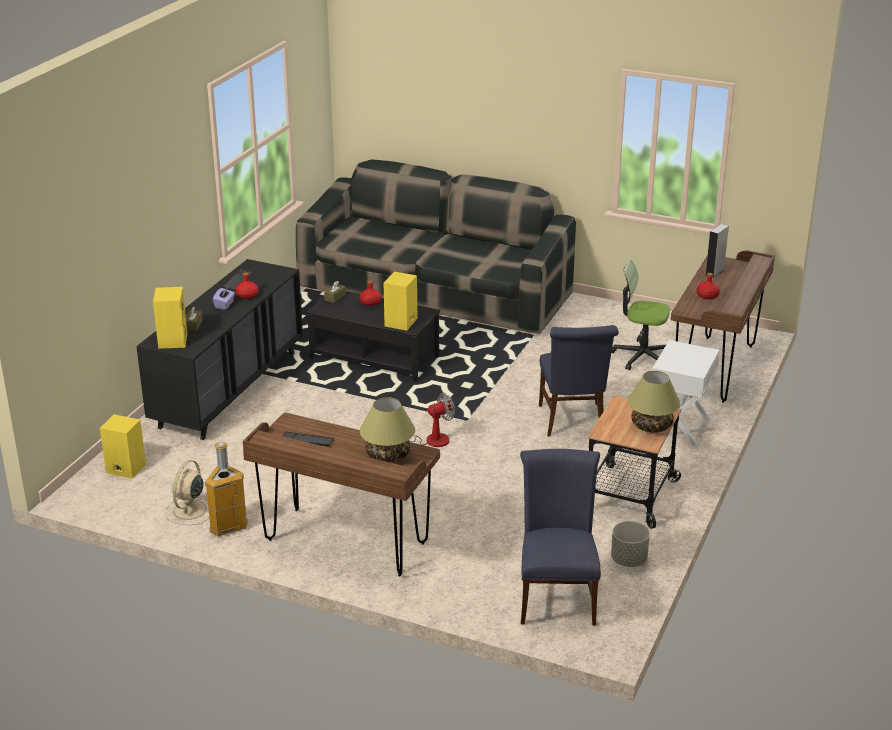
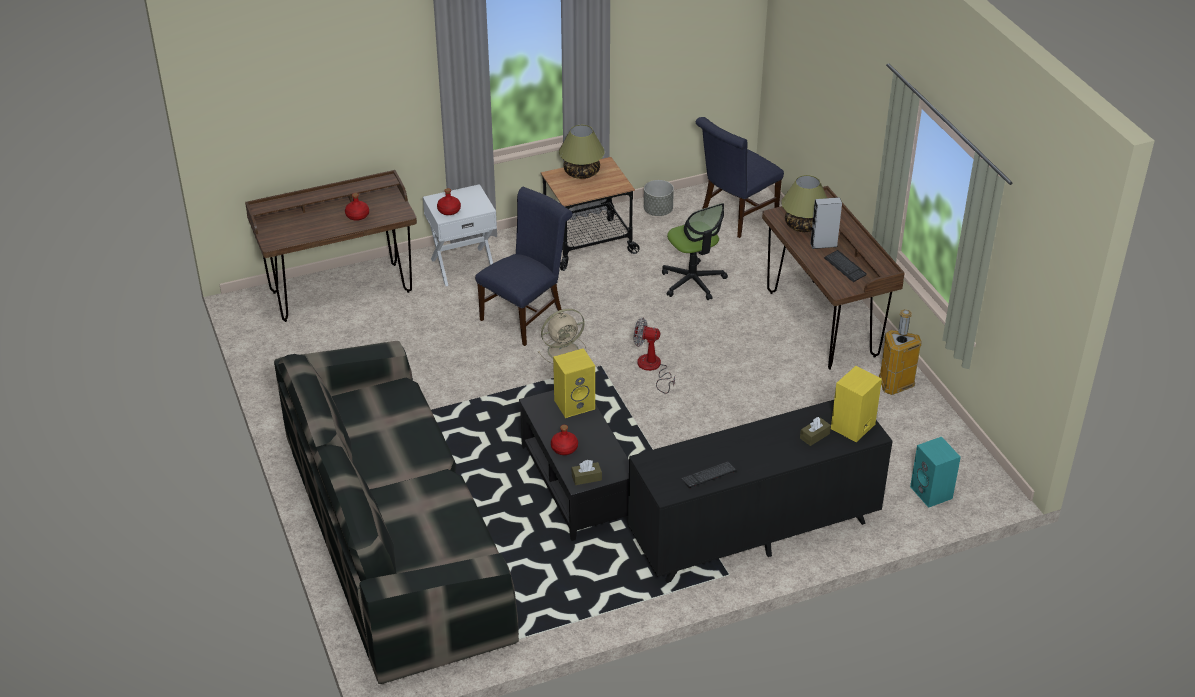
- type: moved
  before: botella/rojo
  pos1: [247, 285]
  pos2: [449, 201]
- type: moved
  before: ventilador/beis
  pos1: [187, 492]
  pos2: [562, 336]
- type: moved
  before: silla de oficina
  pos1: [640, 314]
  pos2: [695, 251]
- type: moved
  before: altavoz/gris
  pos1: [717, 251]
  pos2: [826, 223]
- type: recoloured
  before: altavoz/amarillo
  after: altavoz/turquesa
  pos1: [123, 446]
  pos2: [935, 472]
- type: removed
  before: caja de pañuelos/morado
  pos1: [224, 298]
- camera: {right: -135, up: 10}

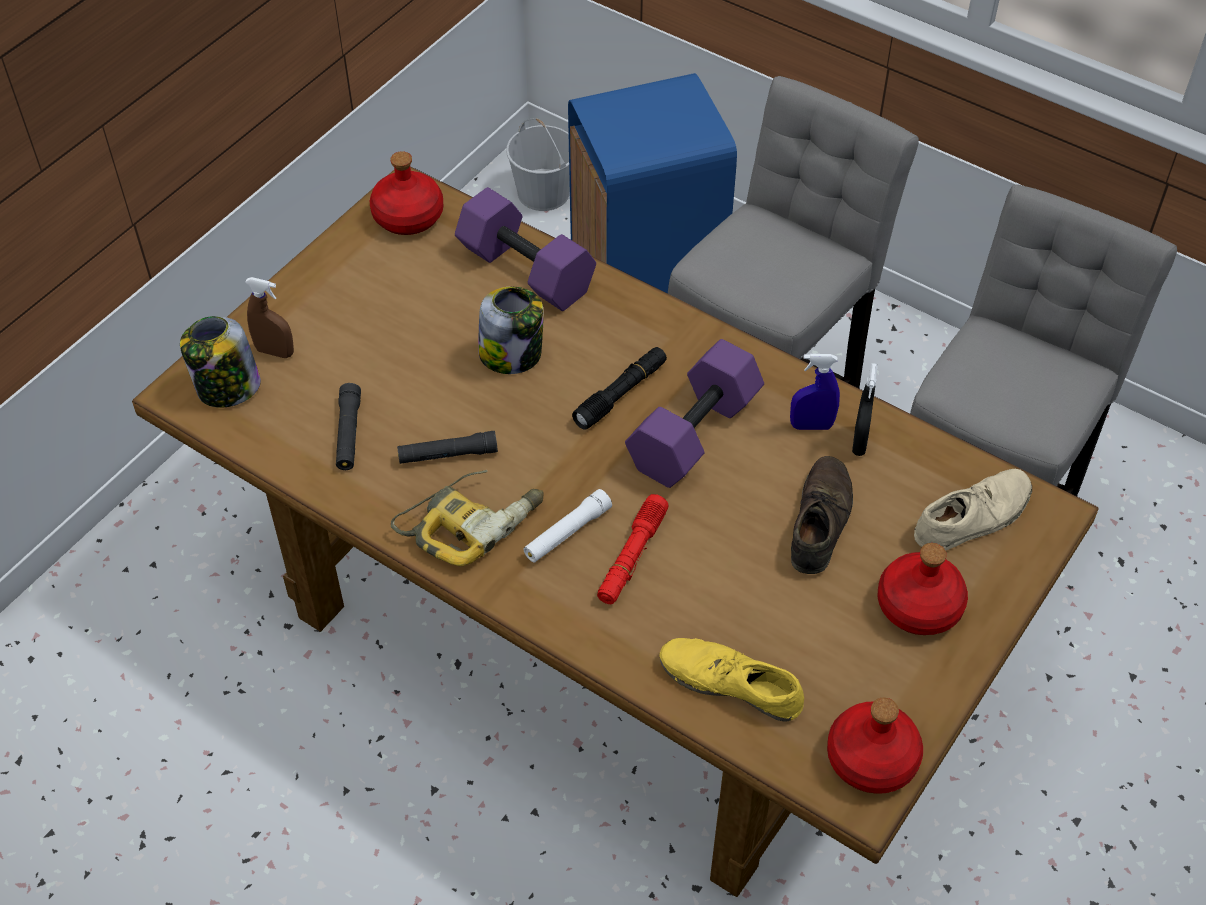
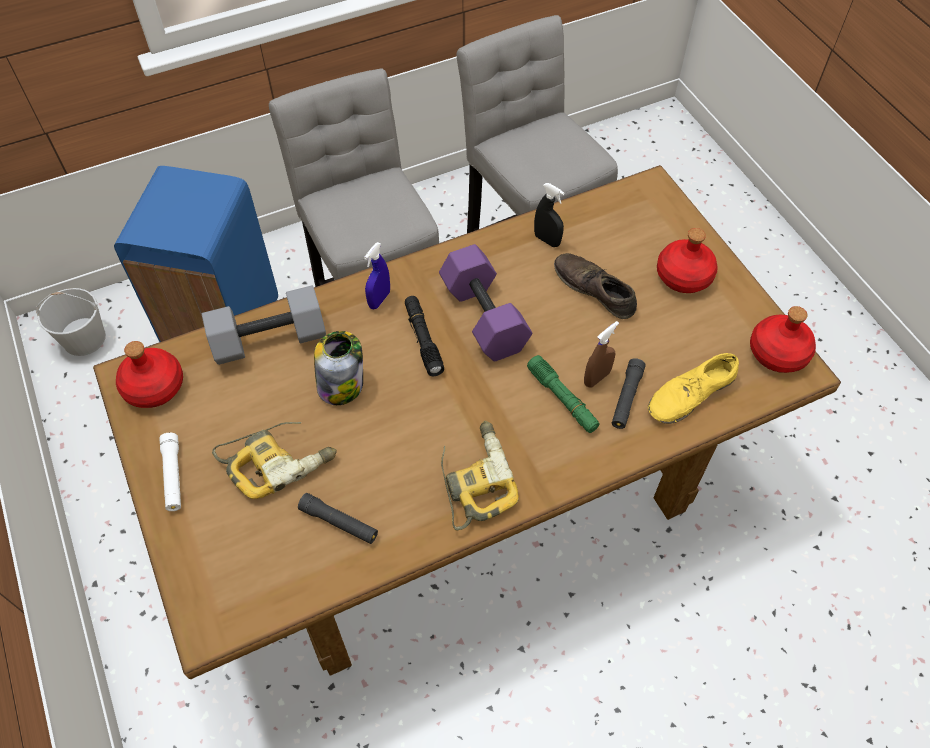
- type: moved
  before: linterna/blanco
  pos1: [567, 526]
  pos2: [170, 472]
- type: recoloured
  before: mancuerna/morado
  after: mancuerna/gris
  pos1: [525, 249]
  pos2: [264, 325]
- type: added
  after: taladro
  pos2: [274, 460]
- type: moved
  before: pulverizador/azul
  pos1: [815, 392]
  pos2: [377, 275]
- type: recoloured
  before: linterna/rojo
  after: linterna/verde
  pos1: [633, 549]
  pos2: [563, 394]
- type: moved
  before: pulverizador/marrón
  pos1: [269, 317]
  pos2: [601, 354]
- type: moved
  before: linterna/negro
  pos1: [447, 447]
  pos2: [629, 393]
- type: removed
  before: tarro
  pos1: [220, 362]
- type: removed
  before: zapato/beis
  pos1: [973, 510]
- camera: {right: -60, up: 5}

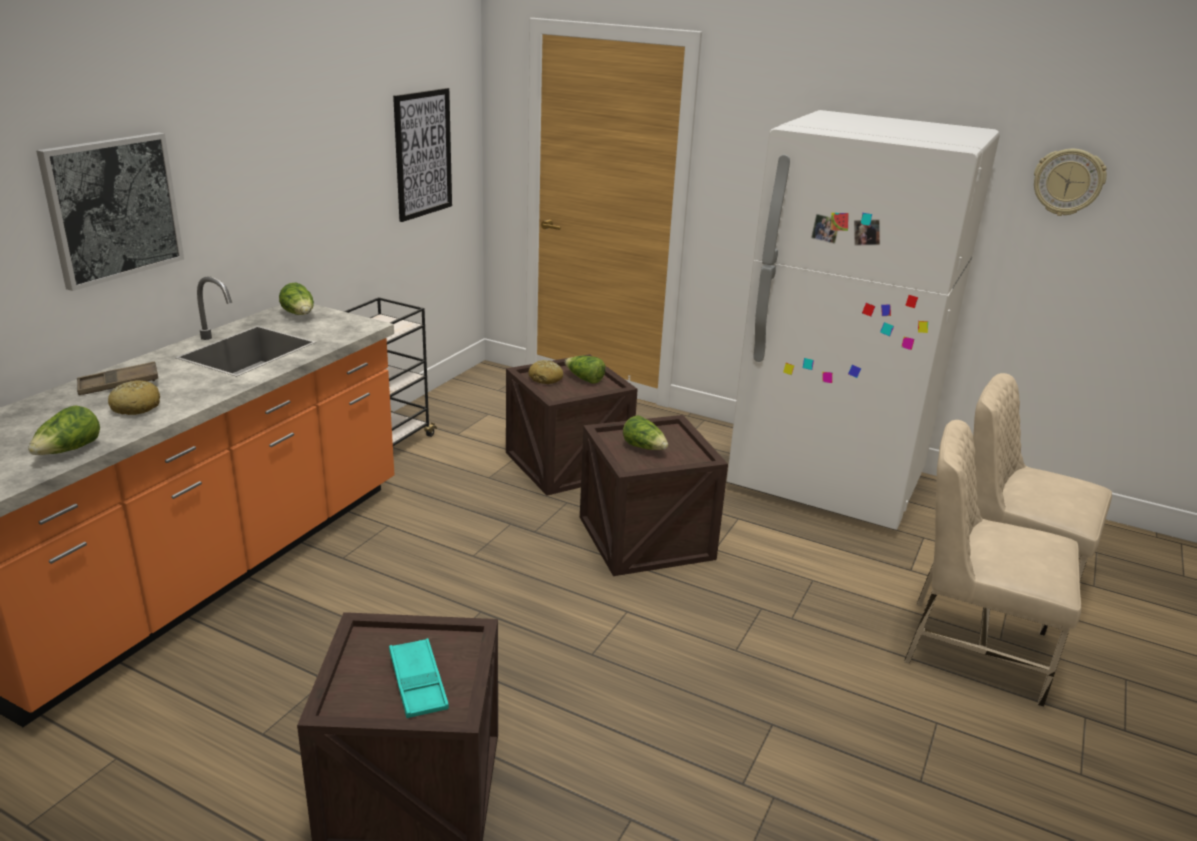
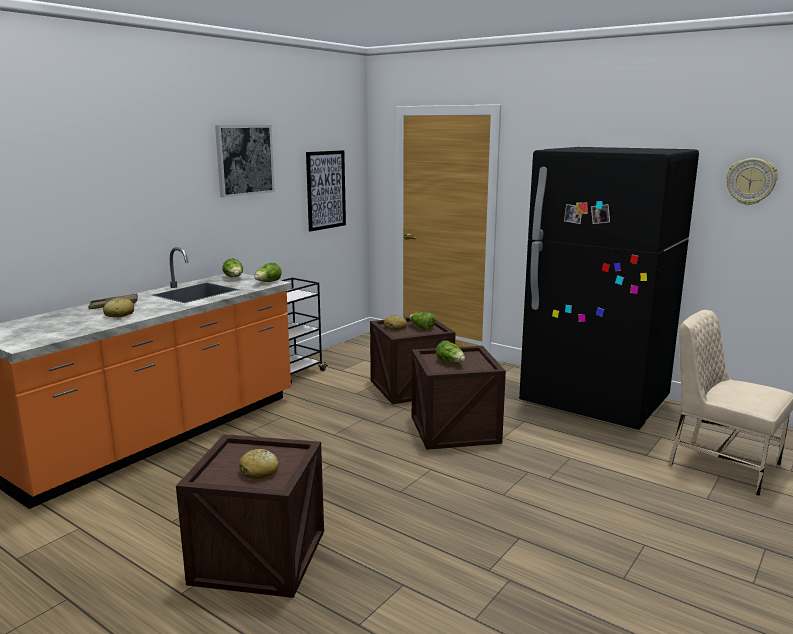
- type: moved
  before: cuadro
  pos1: [110, 211]
  pos2: [245, 161]
- type: replaced
  before: bandeja/turquesa
  after: pan
  pos1: [419, 678]
  pos2: [259, 464]
- type: moved
  before: lechuga
  pos1: [64, 430]
  pos2: [268, 272]
- type: recoloured
  before: nevera/blanco
  after: nevera/negro
  pos1: [863, 320]
  pos2: [609, 288]
- type: removed
  before: silla/beis
  pos1: [992, 563]
- camera: {right: 10, up: -10}

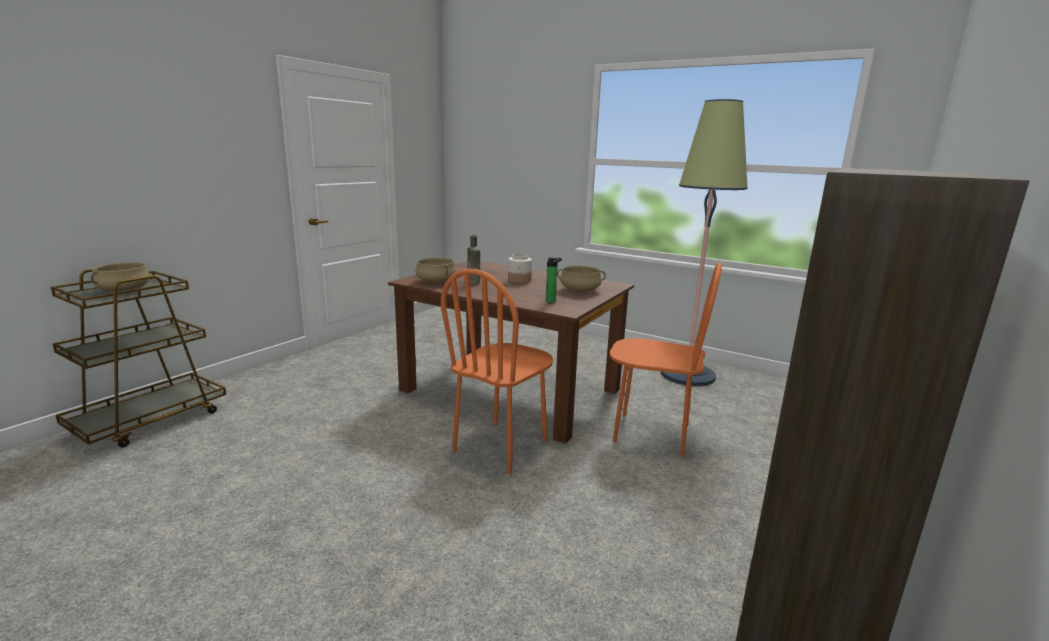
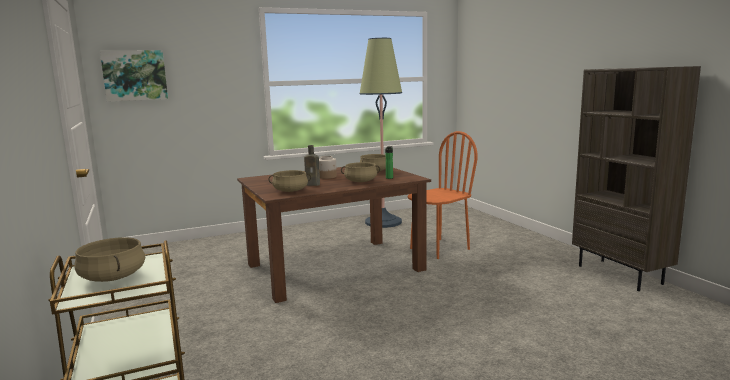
- type: added
  after: cuadro
  pos2: [134, 76]
- type: added
  after: olla/beis
  pos2: [360, 172]
- type: removed
  before: silla/naranja
  pos1: [497, 371]
- camera: {right: -55, up: -5}

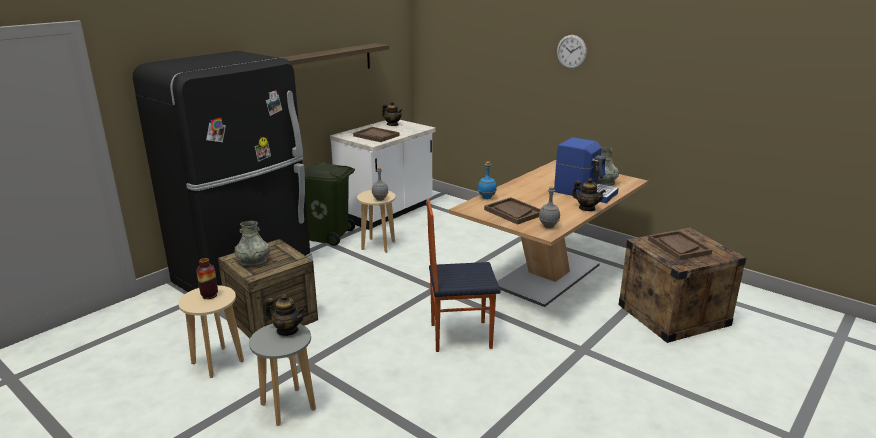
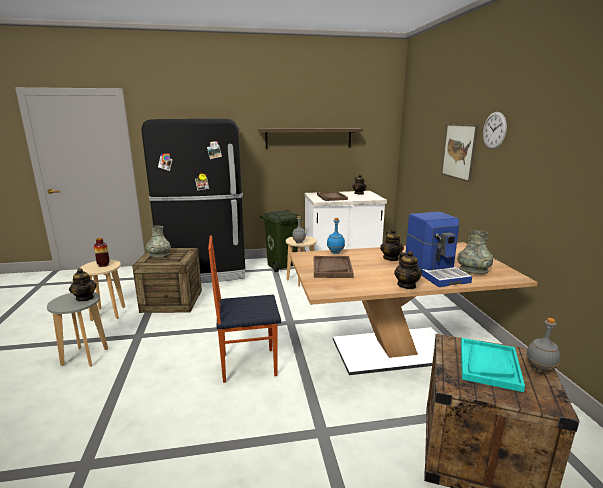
- type: turned
  before: silla
  pos1: [464, 275]
  pos2: [244, 309]
  turn: -45
- type: added
  after: tetera
  pos2: [392, 245]
- type: added
  after: cuadro
  pos2: [459, 153]
- type: recoloured
  before: bandeja/marrón
  after: bandeja/turquesa
  pos1: [680, 245]
  pos2: [493, 365]
- type: moved
  before: botella/gris
  pos1: [549, 207]
  pos2: [543, 345]
- camera: {right: 40, up: -5}

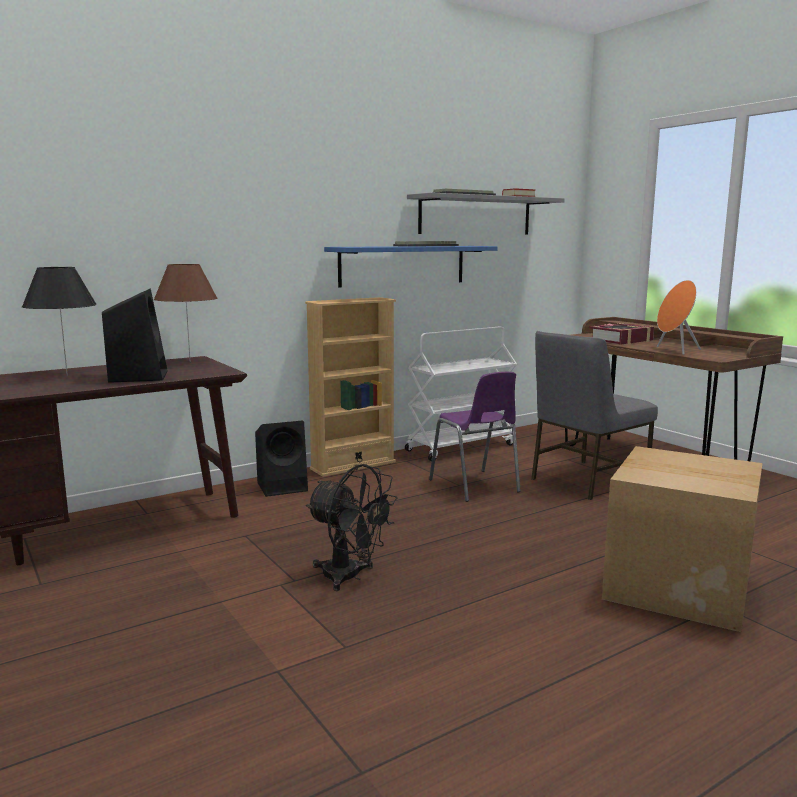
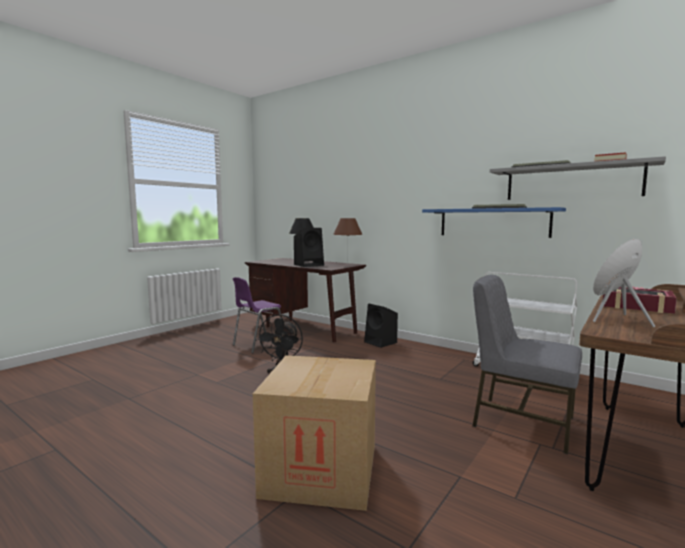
- type: moved
  before: silla/morado
  pos1: [475, 437]
  pos2: [257, 315]
- type: removed
  before: estantería/beis
  pos1: [350, 387]
- camera: {right: 70, up: -5}

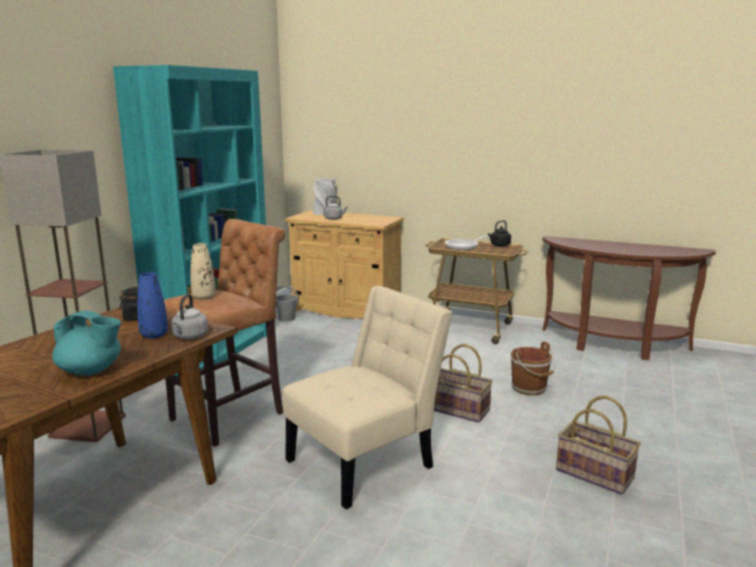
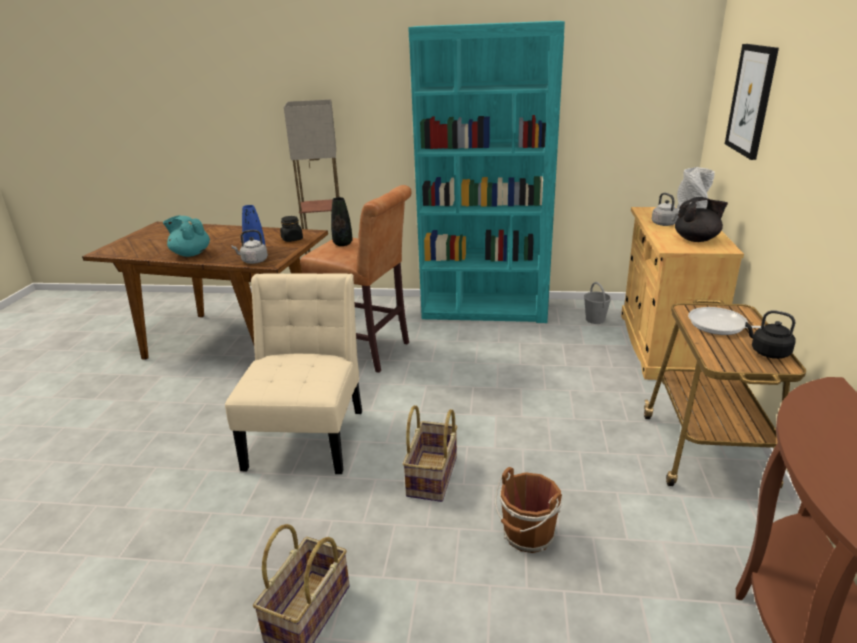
- type: turned
  before: tetera/turquesa
  pos1: [86, 343]
  pos2: [186, 236]
  turn: 120
- type: turned
  before: silla/beis
  pos1: [367, 397]
  pos2: [293, 373]
  turn: -120
- type: recoloured
  before: florero/beis
  after: florero/negro
  pos1: [203, 271]
  pos2: [342, 221]
- type: added
  after: tetera/negro
  pos2: [701, 219]
- type: added
  after: cuadro
  pos2: [752, 102]
- camera: {right: 75, up: 10}

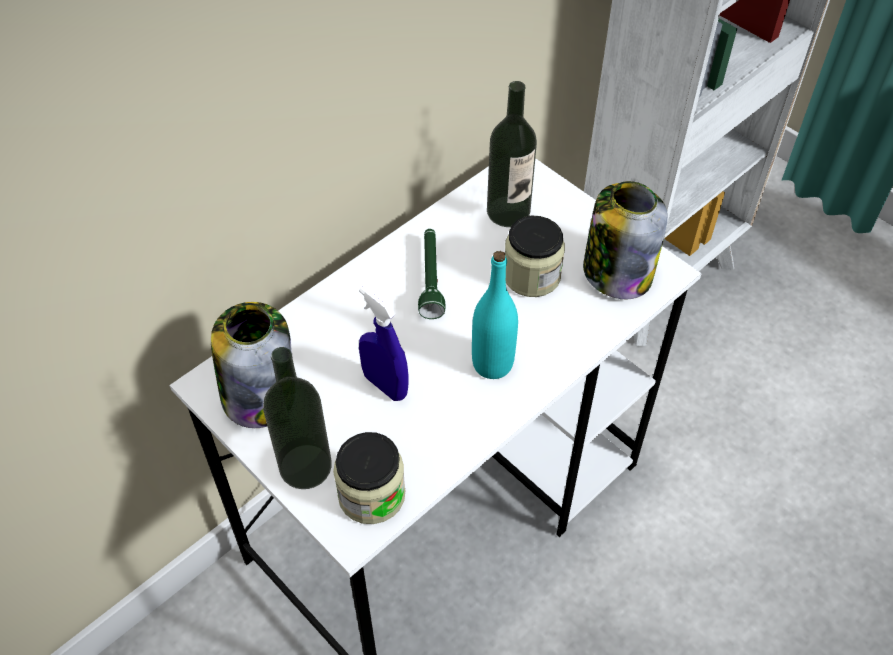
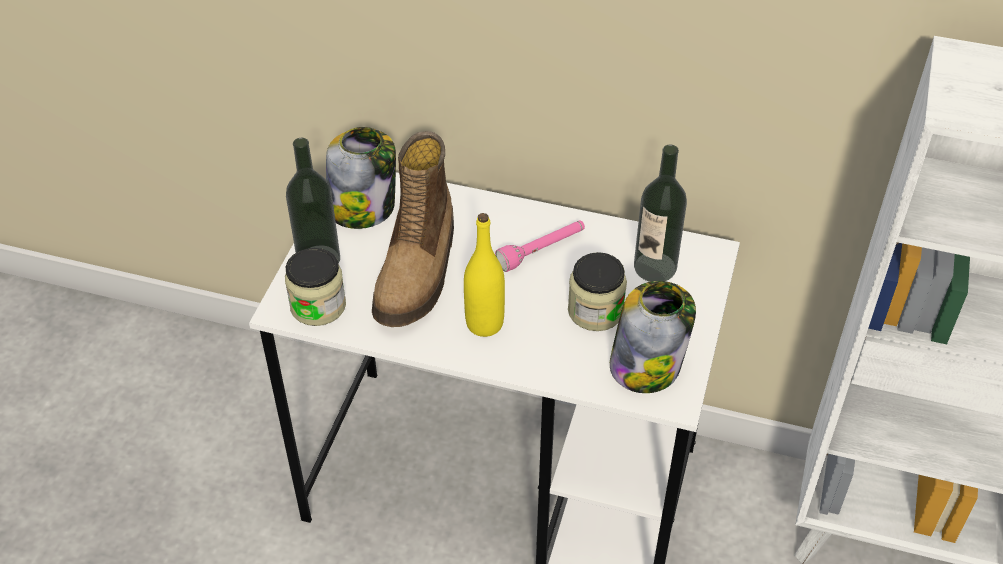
- type: replaced
  before: pulverizador/azul
  after: bota
  pos1: [384, 344]
  pos2: [413, 229]
- type: recoloured
  before: botella/turquesa
  after: botella/amarillo
  pos1: [495, 315]
  pos2: [484, 275]
- type: recoloured
  before: linterna/verde
  after: linterna/rosa
  pos1: [431, 274]
  pos2: [540, 246]
- camera: {right: 60, up: -5}

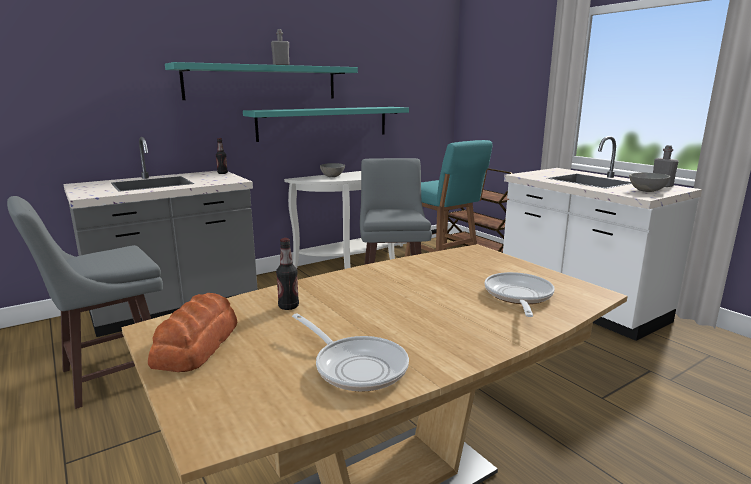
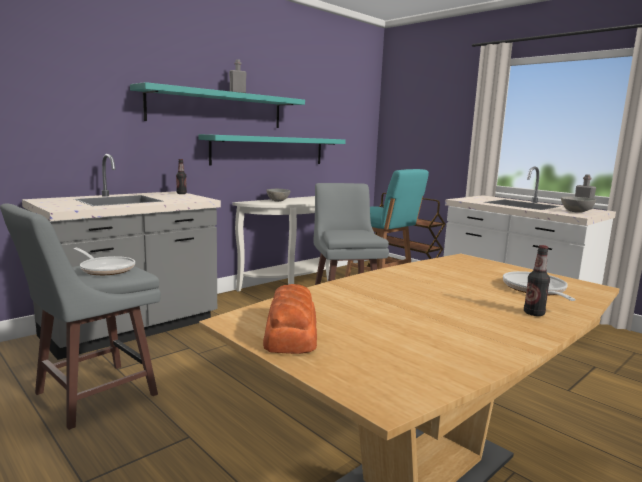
- type: moved
  before: sartén
  pos1: [350, 352]
  pos2: [104, 261]
- type: moved
  before: botella
  pos1: [287, 274]
  pos2: [537, 280]
- camera: {right: -10, up: -5}

